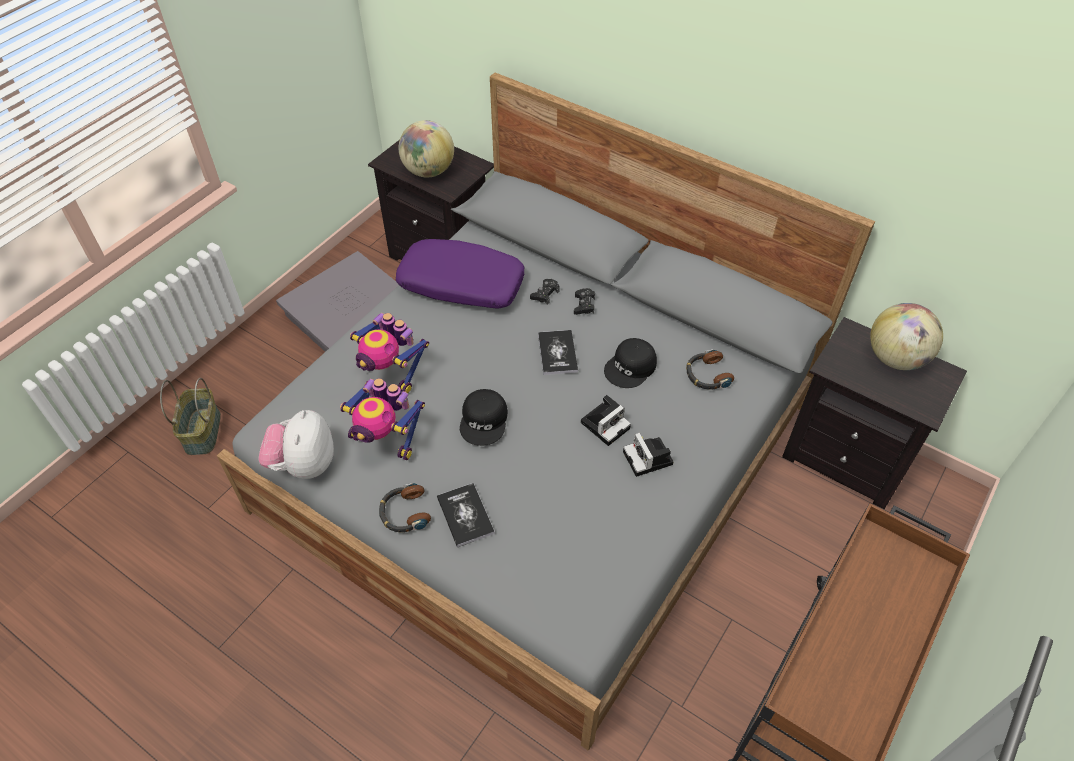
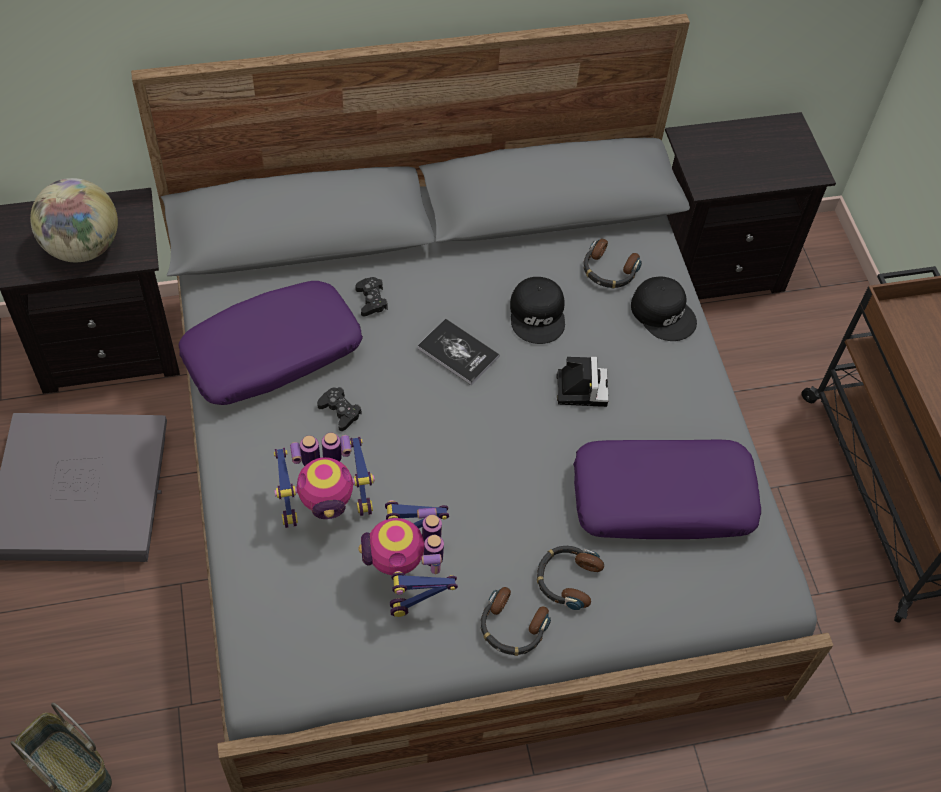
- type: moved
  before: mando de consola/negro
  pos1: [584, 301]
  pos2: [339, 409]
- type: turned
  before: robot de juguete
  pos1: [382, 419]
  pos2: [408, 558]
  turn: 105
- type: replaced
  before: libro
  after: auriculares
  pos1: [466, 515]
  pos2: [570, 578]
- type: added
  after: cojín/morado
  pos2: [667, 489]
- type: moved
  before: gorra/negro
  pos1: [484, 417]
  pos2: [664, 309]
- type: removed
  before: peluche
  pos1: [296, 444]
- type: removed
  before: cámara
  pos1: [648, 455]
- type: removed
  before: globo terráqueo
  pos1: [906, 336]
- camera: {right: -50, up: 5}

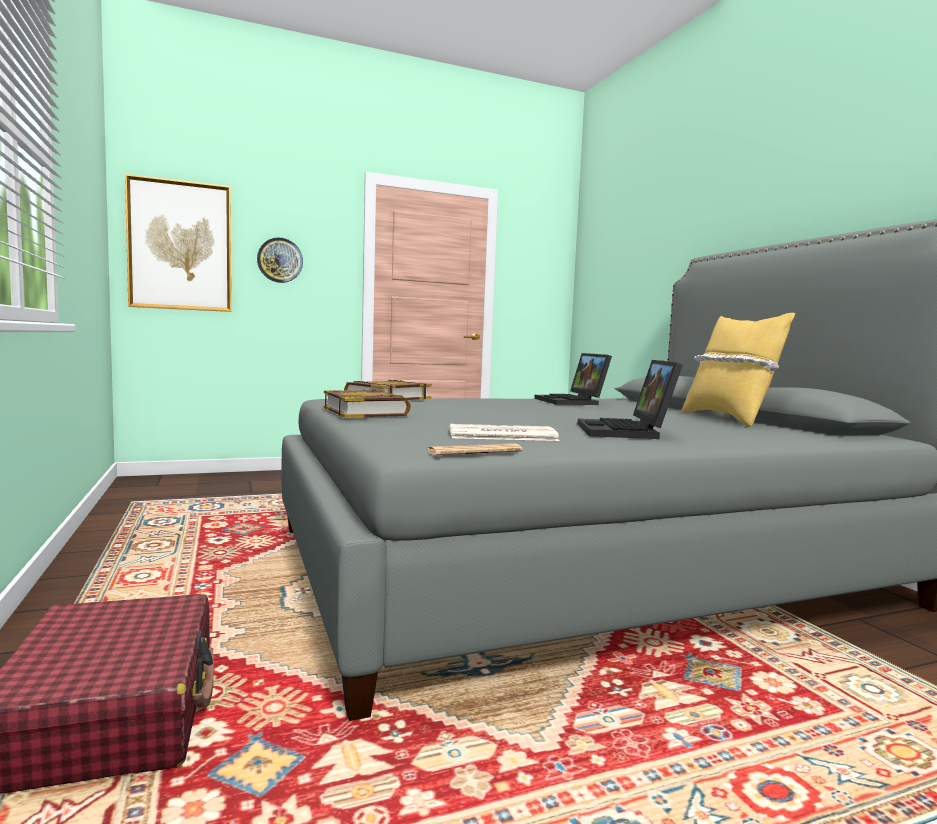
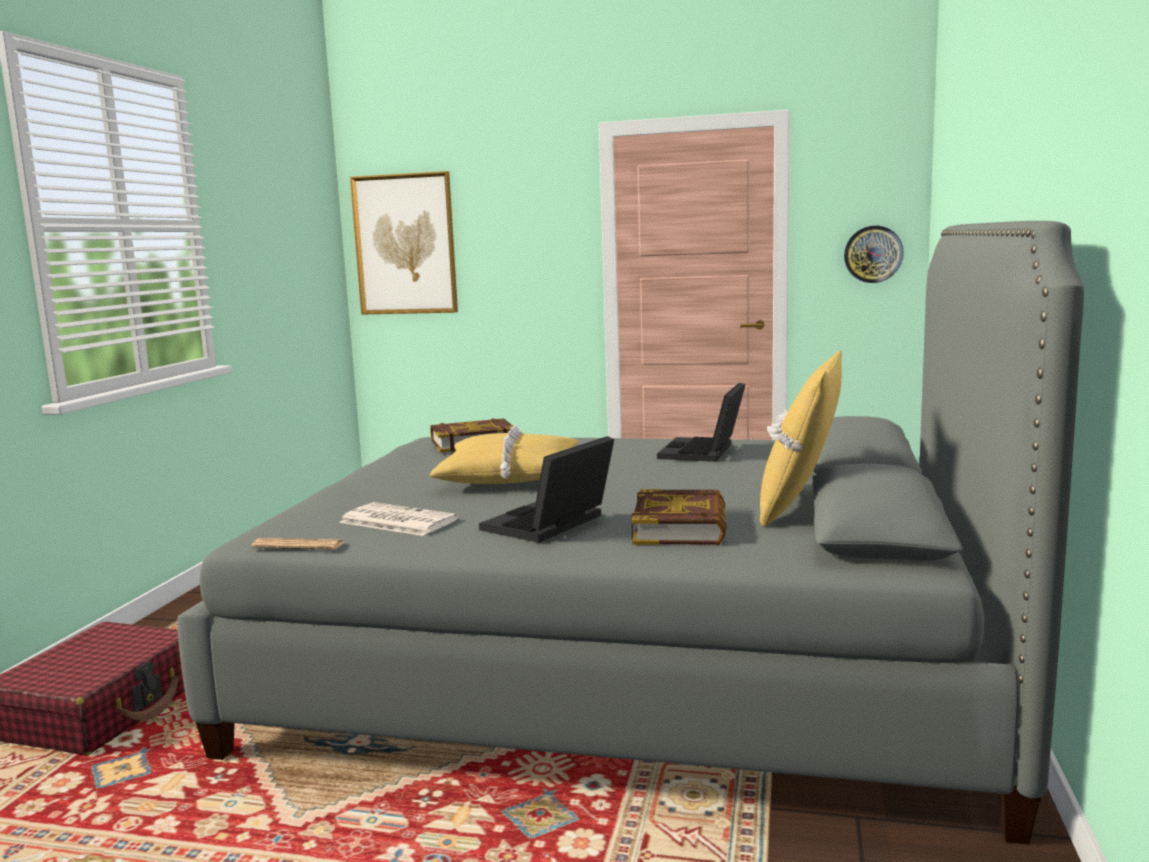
- type: added
  after: cojín/amarillo
  pos2: [505, 454]
- type: moved
  before: libro
  pos1: [367, 404]
  pos2: [679, 517]
- type: moved
  before: reloj de pared
  pos1: [280, 260]
  pos2: [874, 254]
- camera: {right: 35, up: 5}

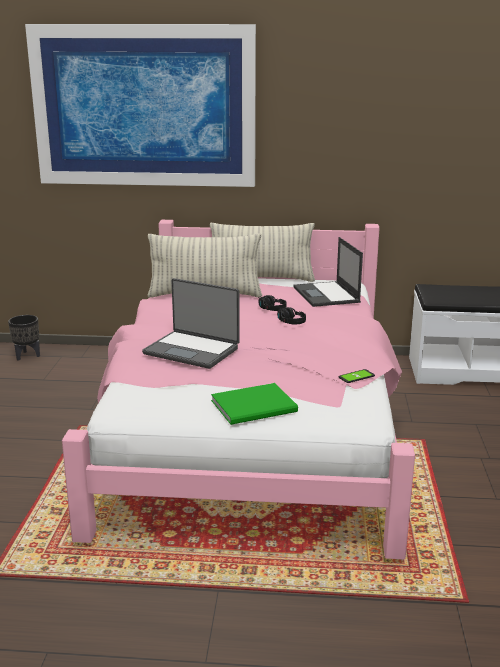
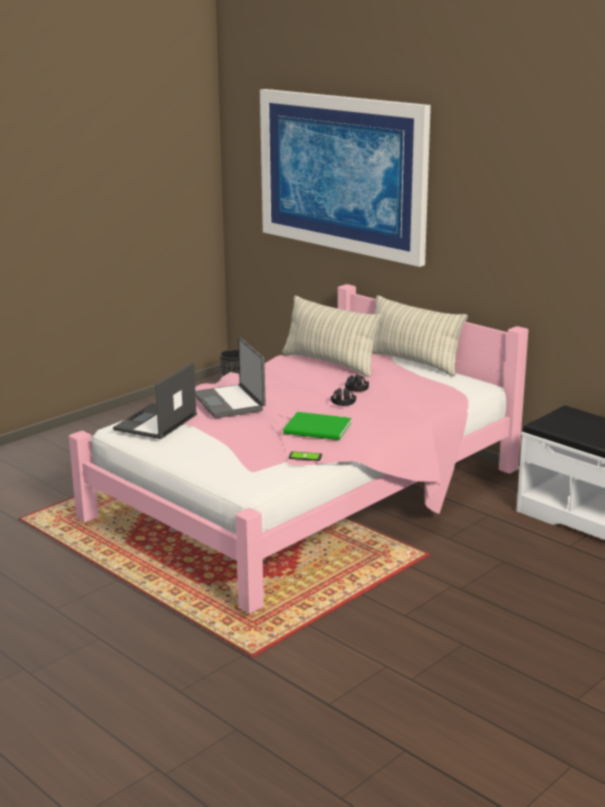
- type: moved
  before: portátil
  pos1: [328, 272]
  pos2: [155, 400]
- type: moved
  before: libro/verde
  pos1: [254, 404]
  pos2: [317, 426]
- camera: {right: 40, up: 0}

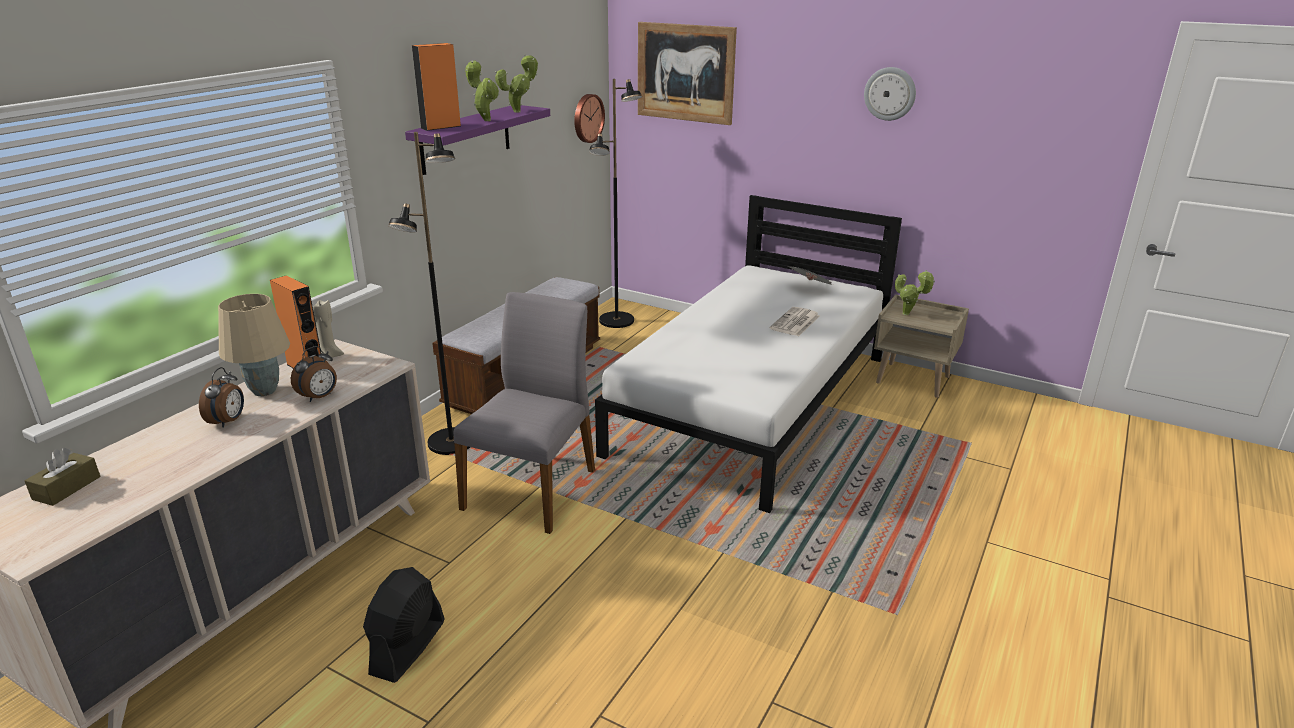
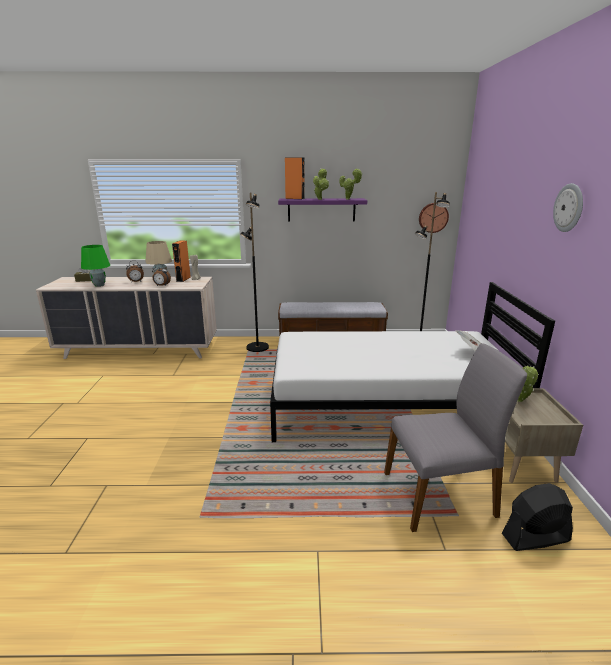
- type: added
  after: lámpara de mesa/verde
  pos2: [95, 266]
- type: moved
  before: silla/gris
  pos1: [524, 413]
  pos2: [455, 437]
- type: moved
  before: ventilador/negro
  pos1: [404, 625]
  pos2: [537, 517]
- type: removed
  before: cuadro
  pos1: [687, 73]
- type: removed
  before: periódico
  pos1: [795, 321]
- camera: {right: 60, up: -5}

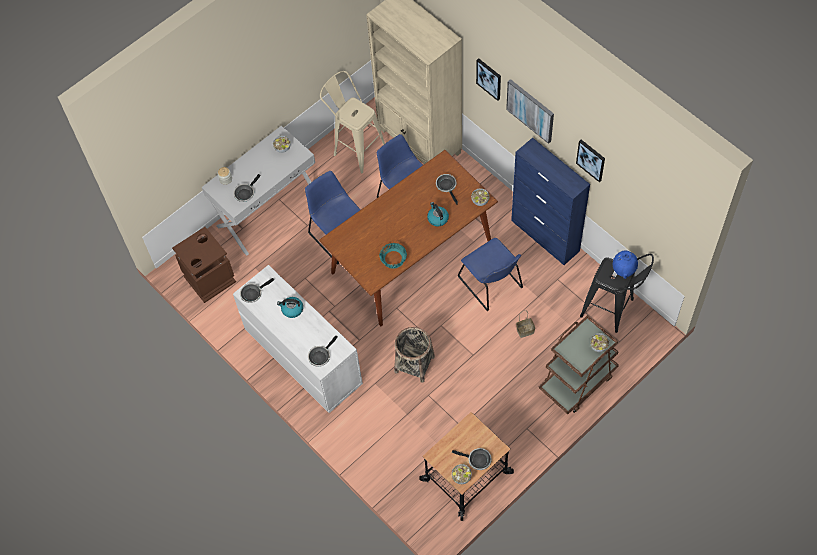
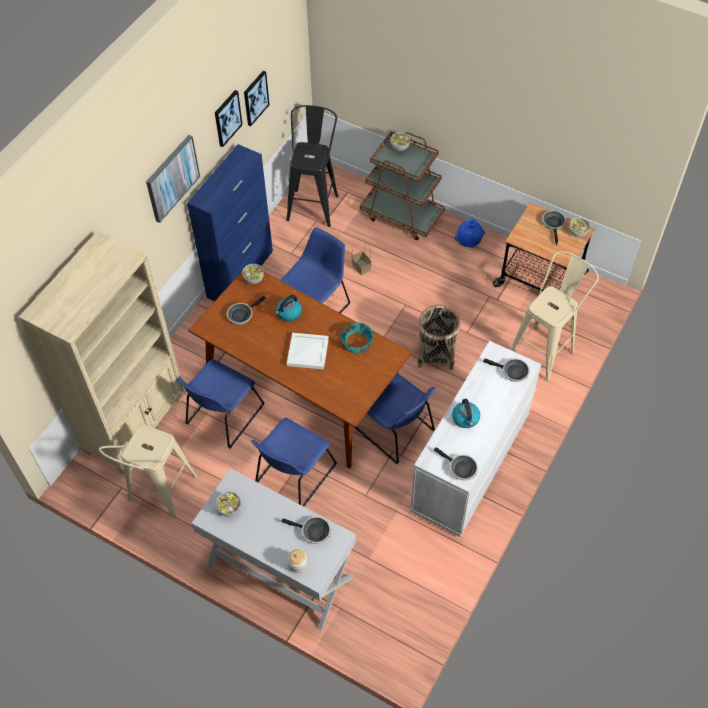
- type: moved
  before: cuadro
  pos1: [488, 80]
  pos2: [257, 98]
- type: added
  after: bandeja/blanco
  pos2: [308, 351]
- type: added
  after: silla/azul
  pos2: [394, 419]
- type: moved
  before: florero/azul
  pos1: [625, 264]
  pos2: [469, 233]
- type: added
  after: taburete/beis
  pos2: [555, 316]
- type: removed
  before: papelera/marrón
  pos1: [204, 265]
- camera: {right: -110, up: -5}

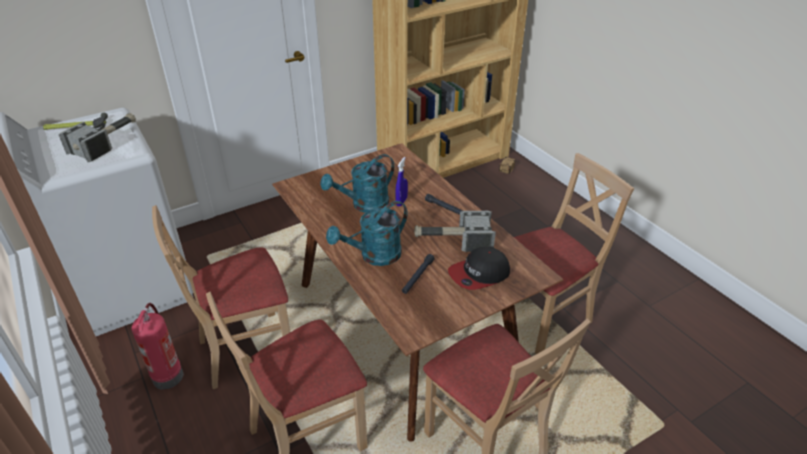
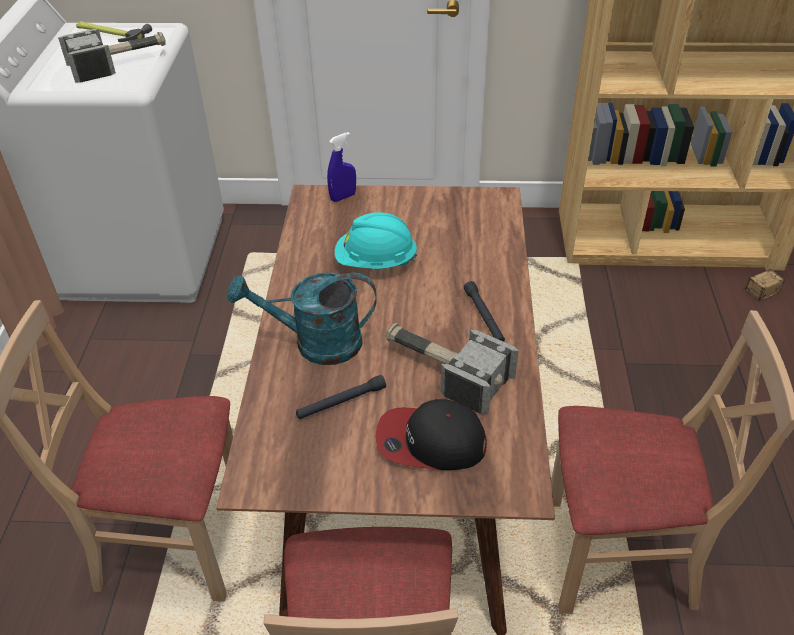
- type: moved
  before: pulverizador/azul
  pos1: [401, 182]
  pos2: [341, 167]
- type: replaced
  before: regadera/turquesa
  after: casco/turquesa
  pos1: [357, 183]
  pos2: [376, 240]
- type: removed
  before: extintor
  pos1: [157, 346]
- type: removed
  before: silla/beis
  pos1: [221, 297]
- camera: {right: 35, up: 5}

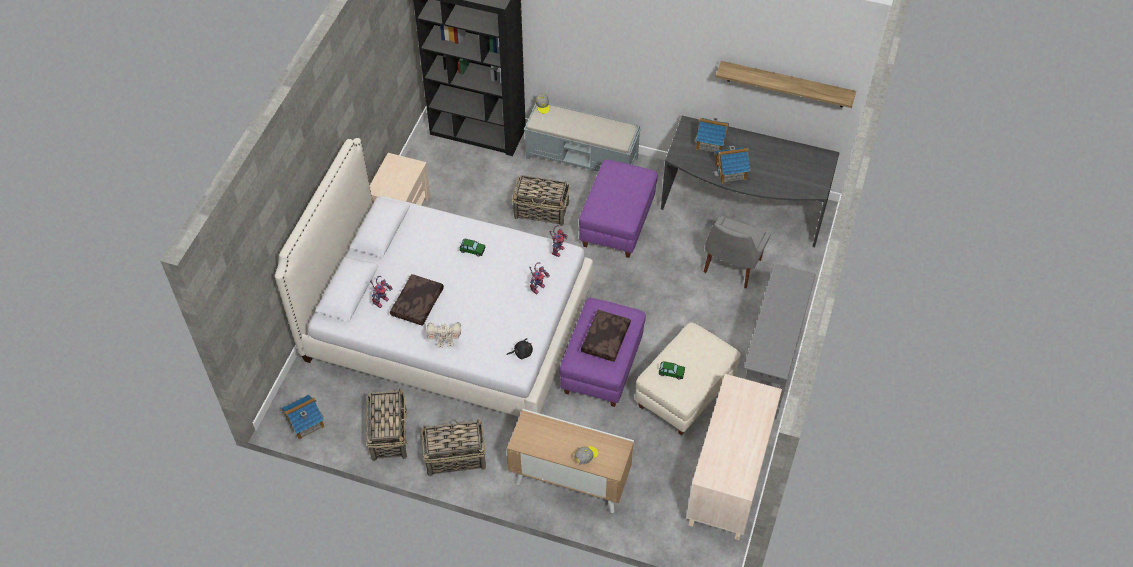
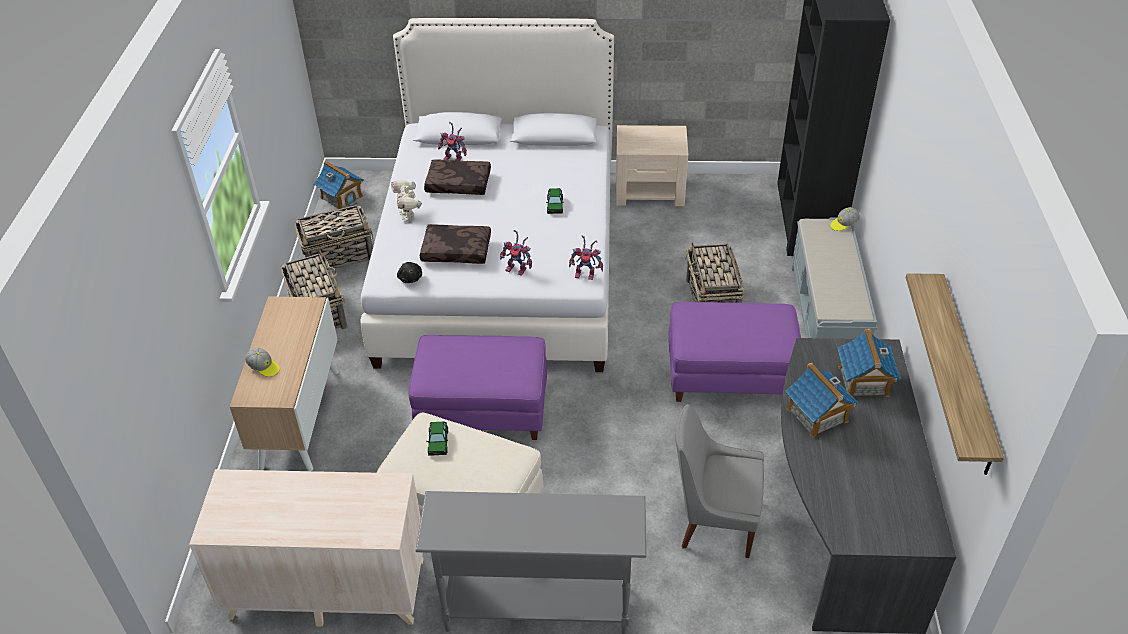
- type: moved
  before: cojín/marrón
  pos1: [606, 336]
  pos2: [455, 244]
- camera: {right: 75, up: -10}

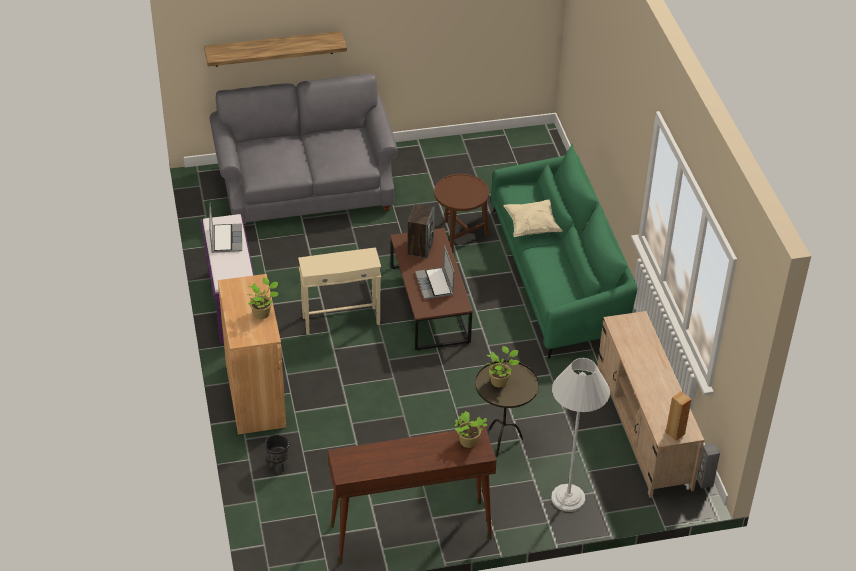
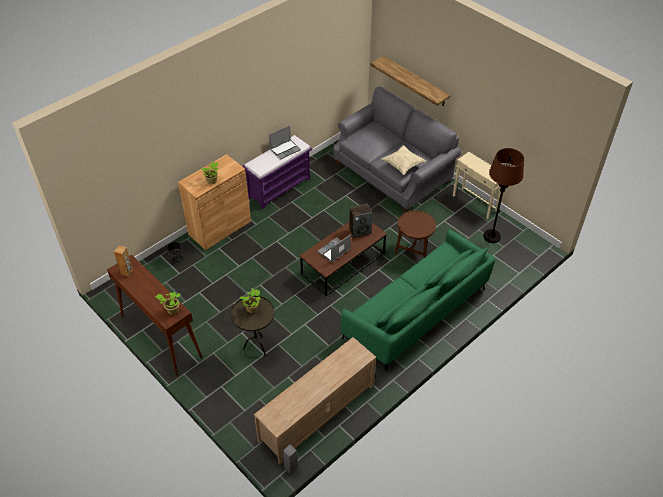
- type: moved
  before: altavoz/marrón
  pos1: [679, 415]
  pos2: [123, 261]
- type: moved
  before: cojín/beis
  pos1: [533, 218]
  pos2: [403, 160]
- type: moved
  before: mesa auxiliar/beis
  pos1: [339, 291]
  pos2: [477, 185]
- type: added
  after: lámpara de pie/marrón
  pos2: [503, 195]
- type: removed
  before: lámpara de pie/blanco
  pos1: [580, 435]
- camera: {right: 60, up: 5}

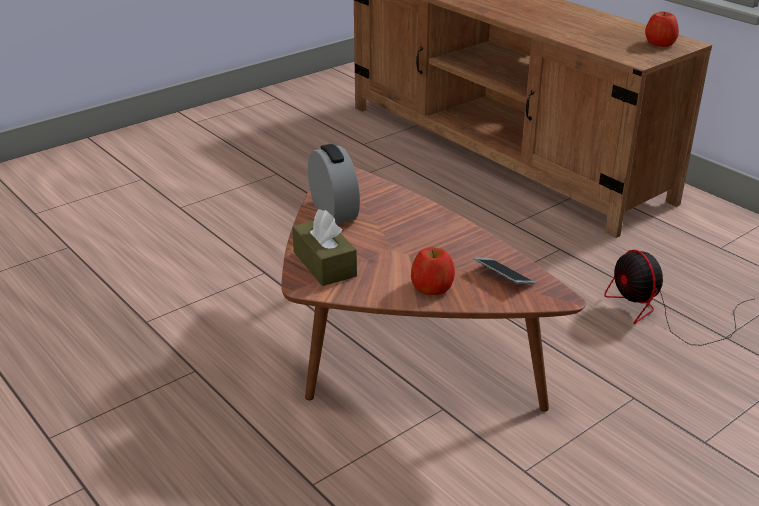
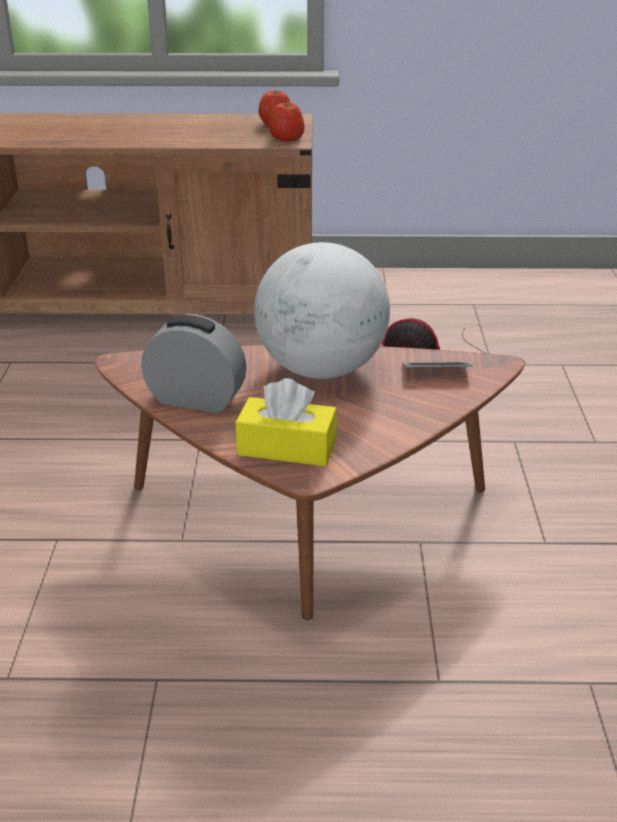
- type: recoloured
  before: caja de pañuelos/marrón
  after: caja de pañuelos/amarillo
  pos1: [324, 247]
  pos2: [286, 422]
- type: added
  after: globo terráqueo
  pos2: [322, 310]
- type: moved
  before: manzana
  pos1: [433, 271]
  pos2: [287, 121]
- camera: {right: -50, up: 0}

